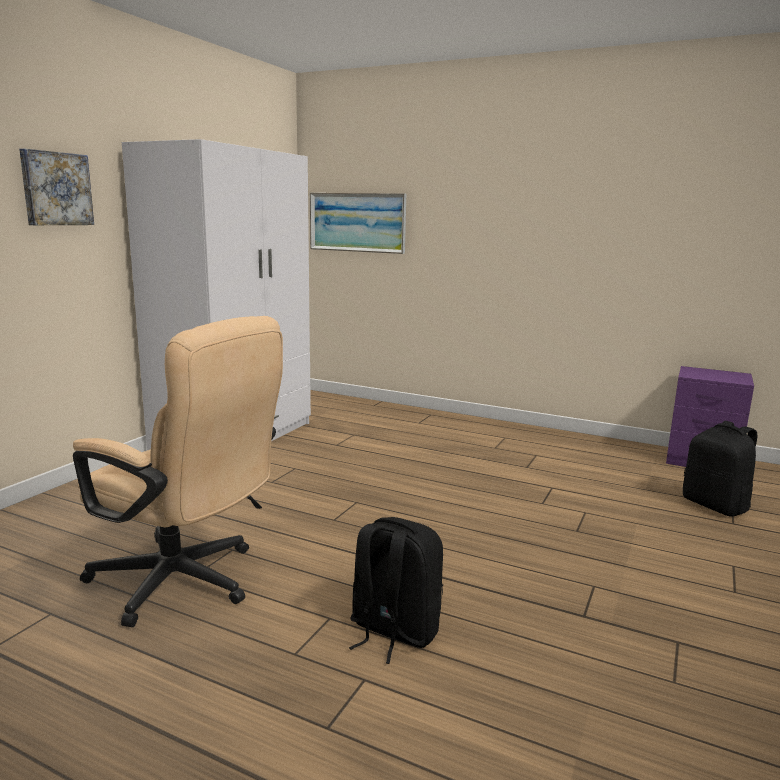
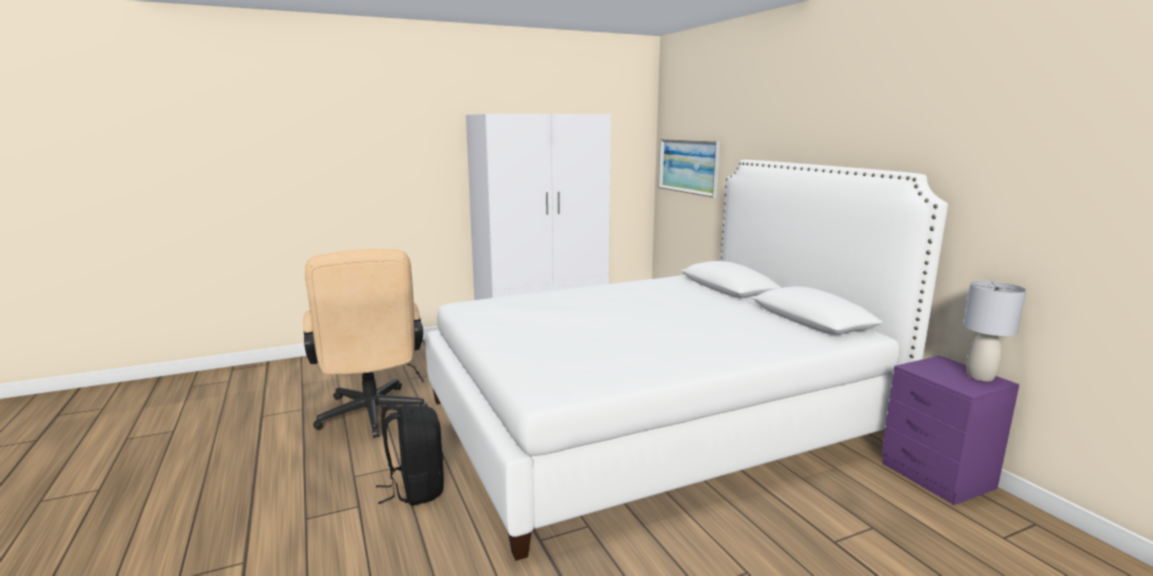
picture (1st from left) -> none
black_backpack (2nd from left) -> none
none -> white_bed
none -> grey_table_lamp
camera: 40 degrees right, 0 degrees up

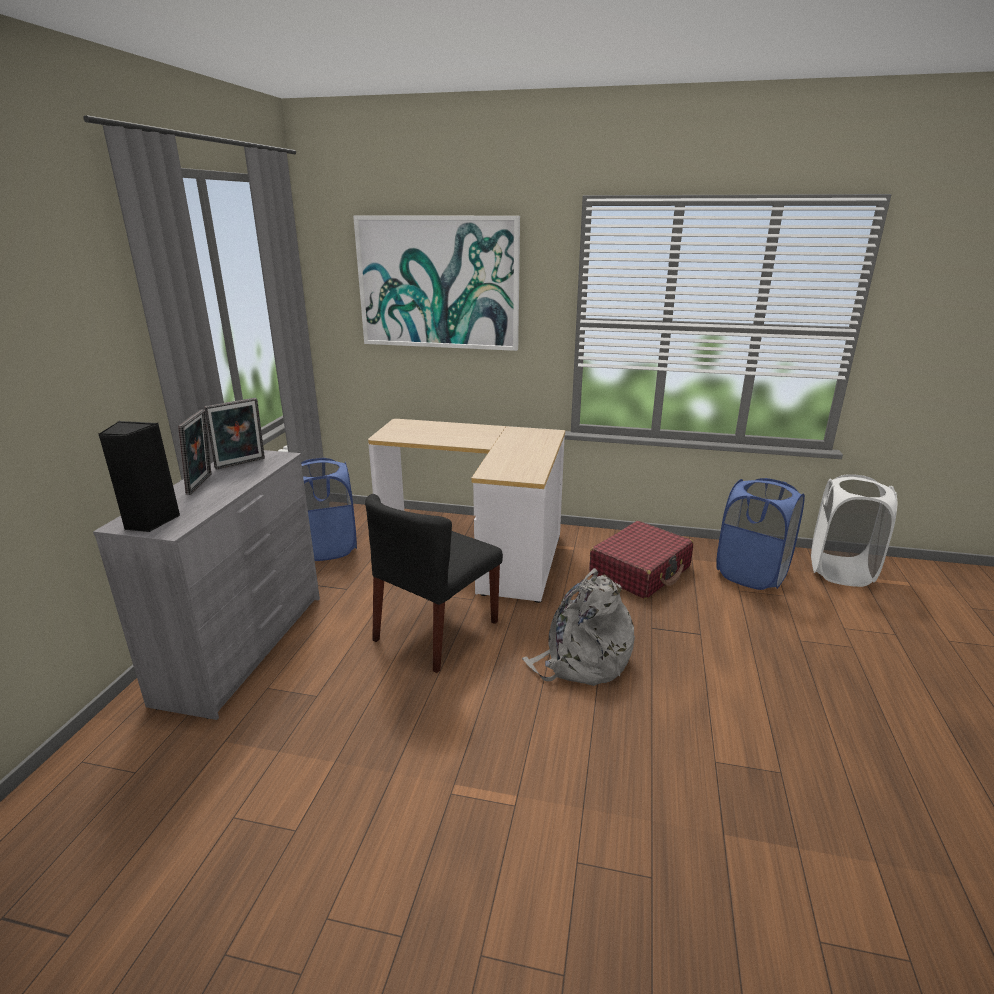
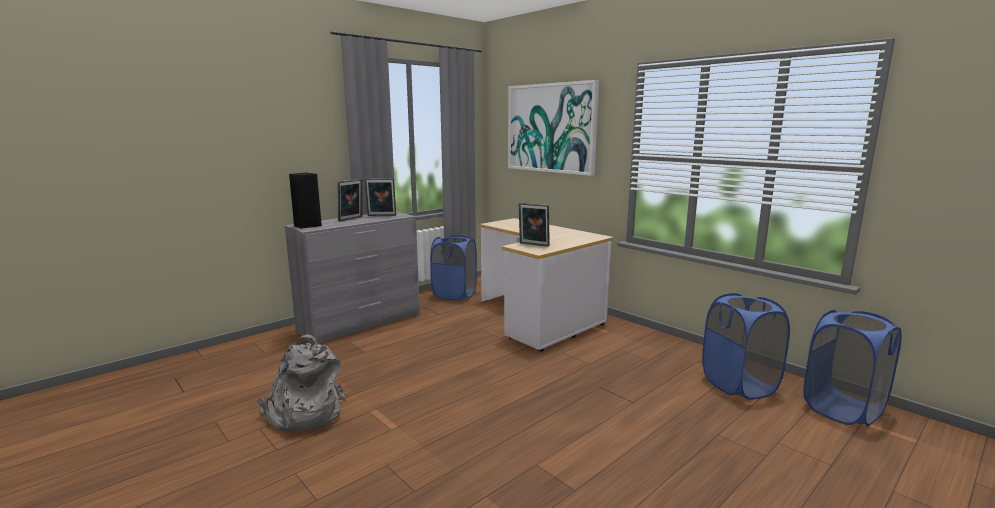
black_chair -> none
grey_backpack, move
red_suitcase -> none
white_laundry_basket -> blue_laundry_basket (3rd from left)
none -> picture_frame (3rd from left)
camera: 35 degrees right, 10 degrees down

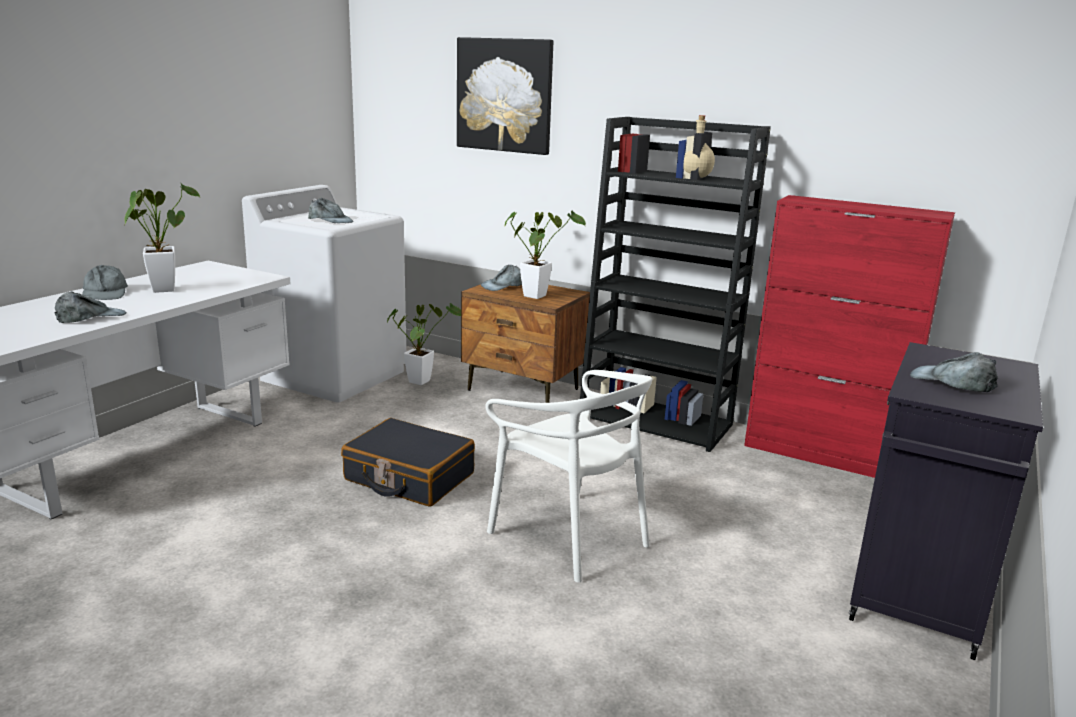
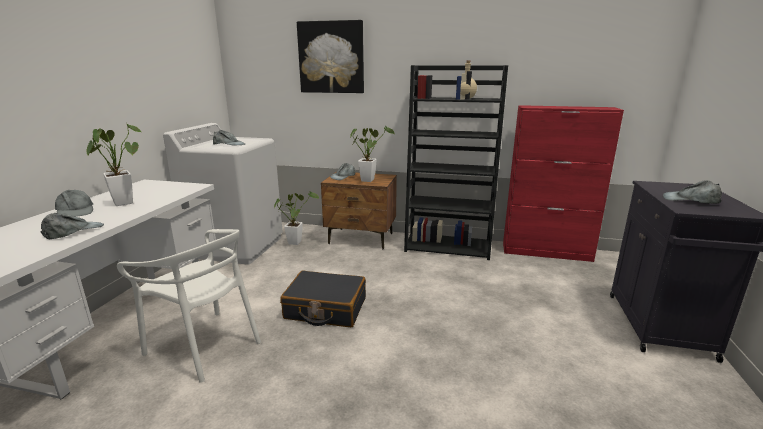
white_chair, move
camera: 15 degrees left, 0 degrees up

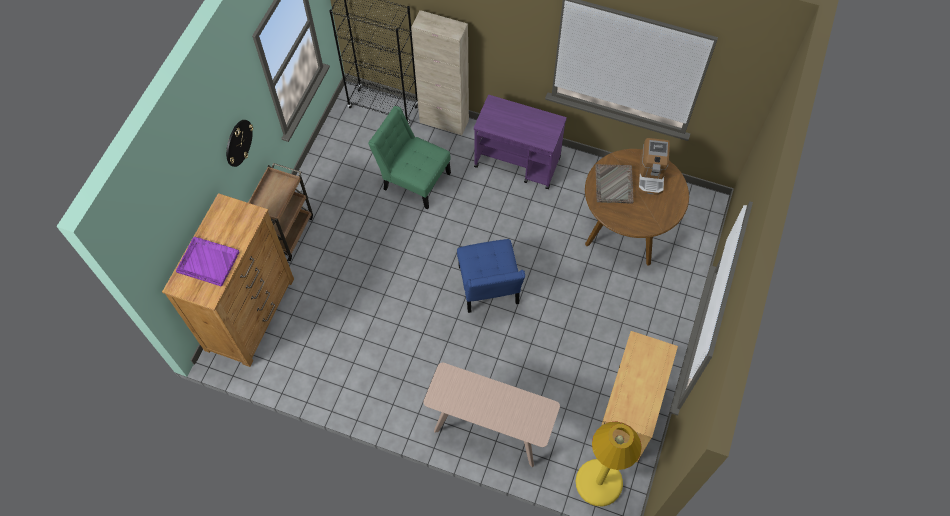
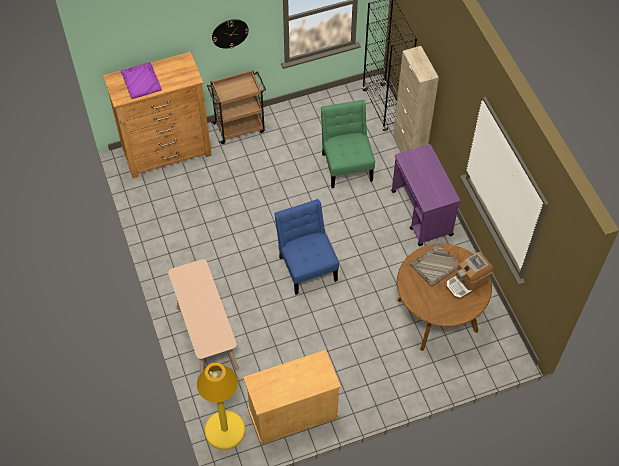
blue_chair, 120 degrees clockwise
camera: 50 degrees right, 5 degrees down

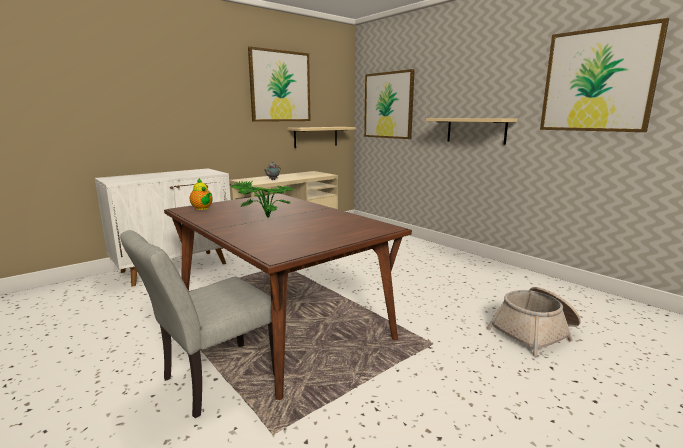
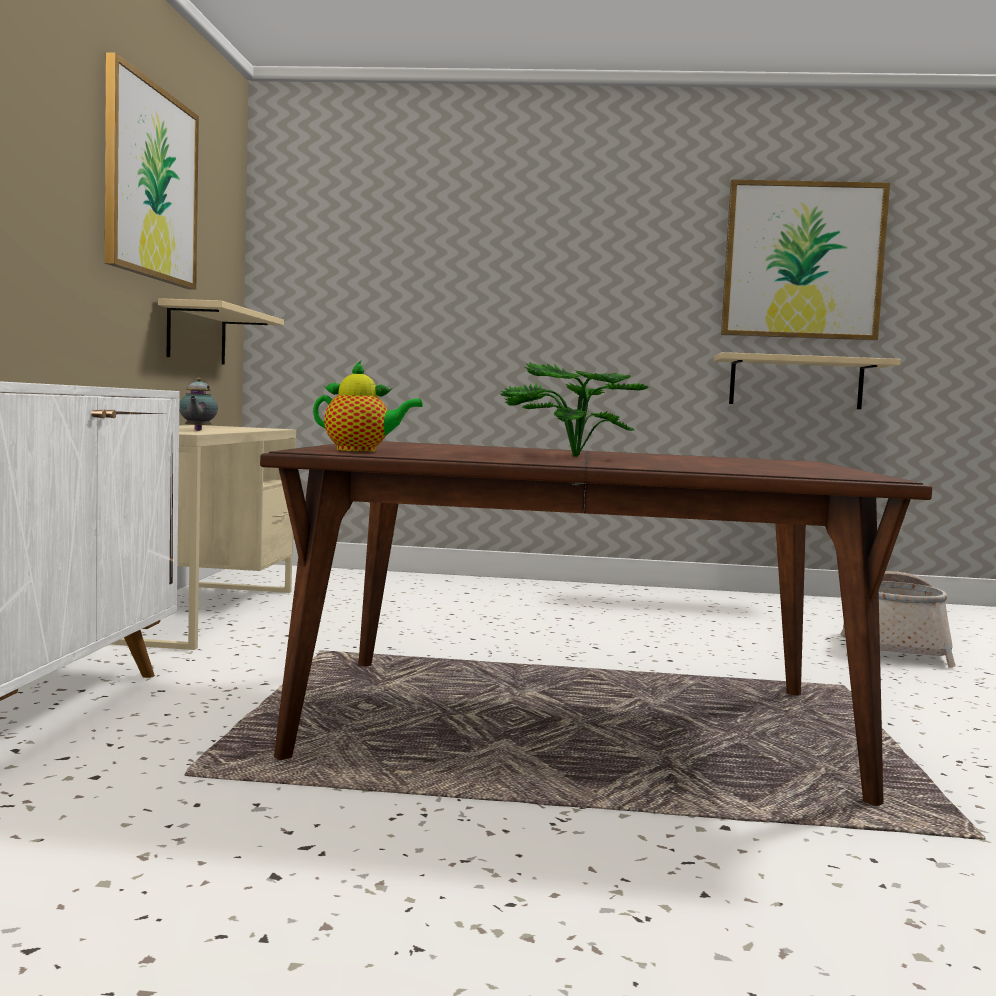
grey_chair -> none
picture (2nd from left) -> none
beige_shelf (2nd from left), move
camera: 45 degrees left, 10 degrees down

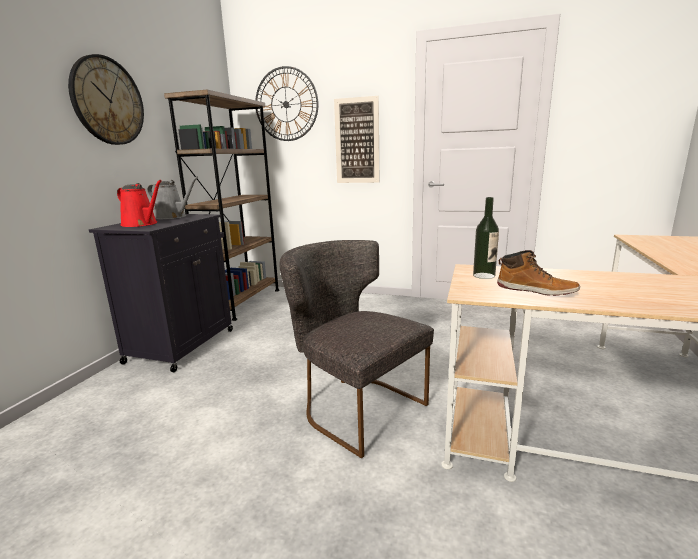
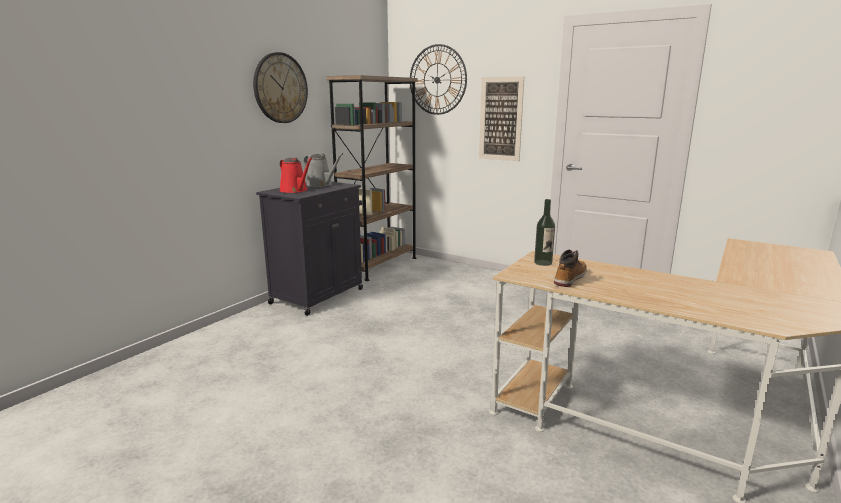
grey_chair -> none
boot, 105 degrees counterclockwise
camera: 15 degrees right, 0 degrees up

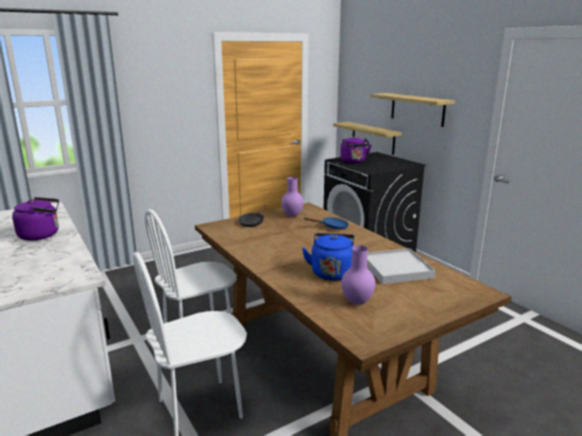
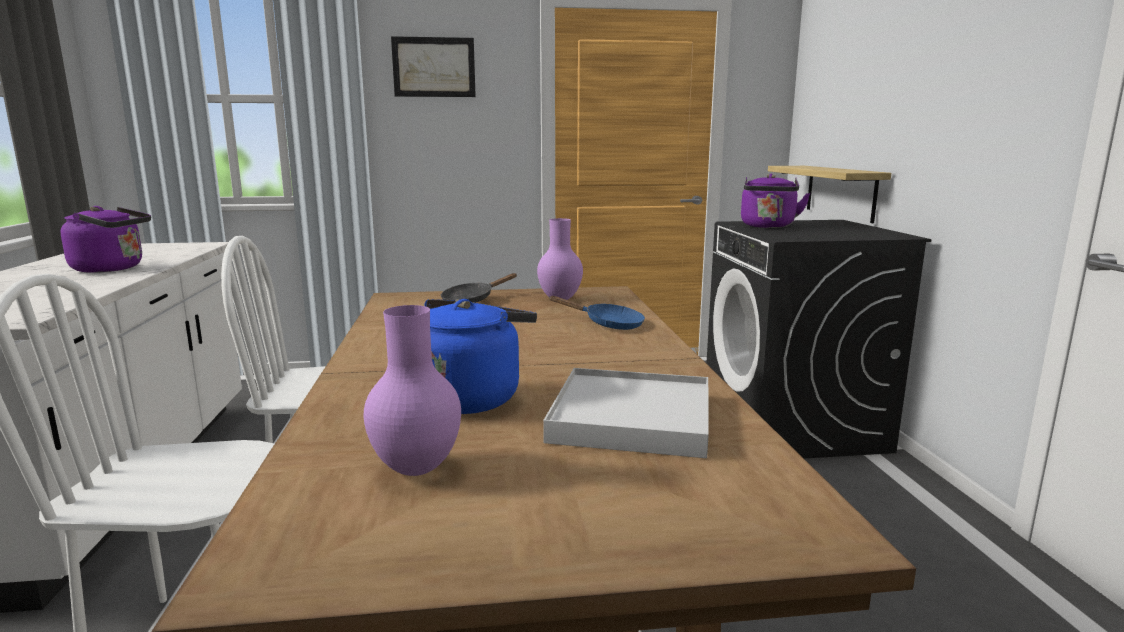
shelf (2nd from left) -> none
none -> picture
camera: 25 degrees right, 5 degrees down

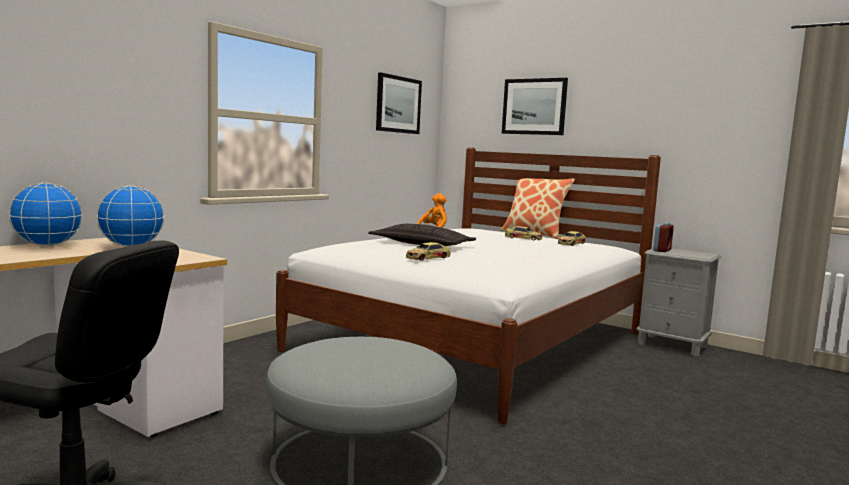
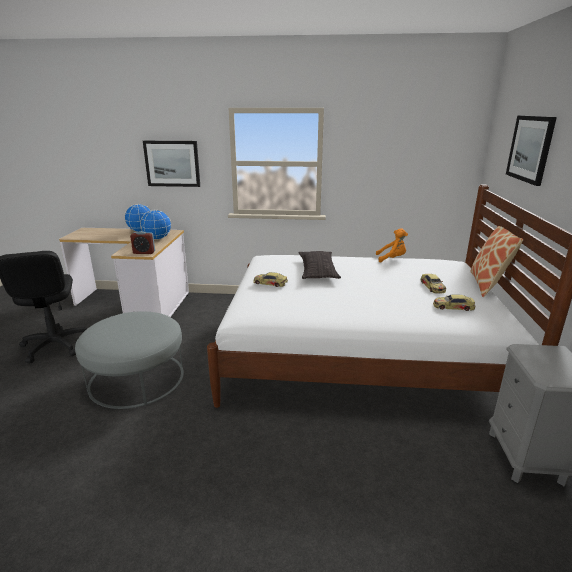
picture (1st from left), move
alarm_clock, move
camera: 60 degrees right, 15 degrees up

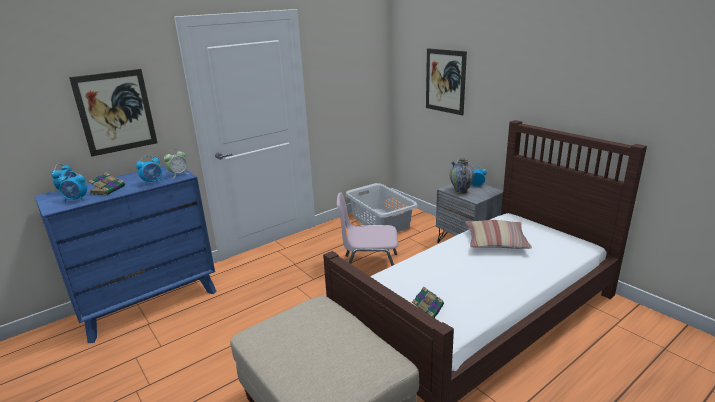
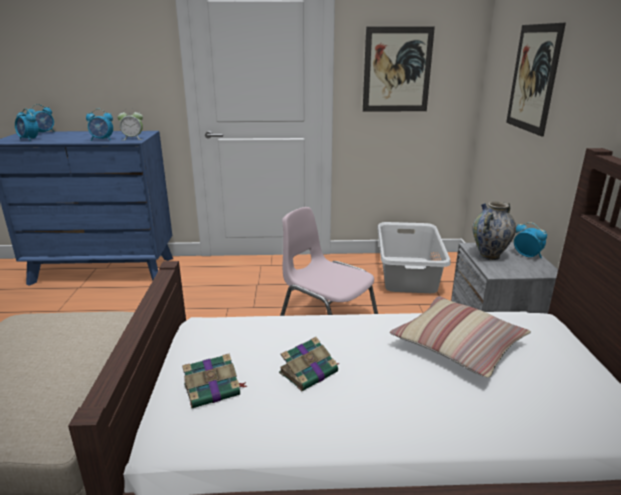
picture (1st from left), move
book (1st from left in the first image) -> book (2nd from left), move
camera: 35 degrees right, 0 degrees up

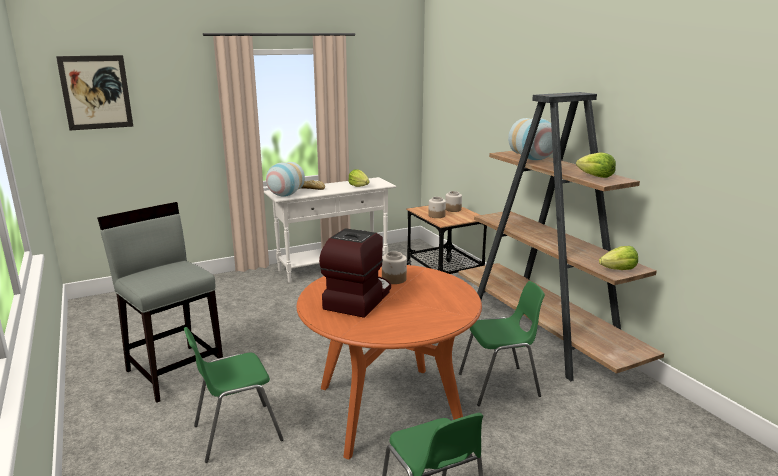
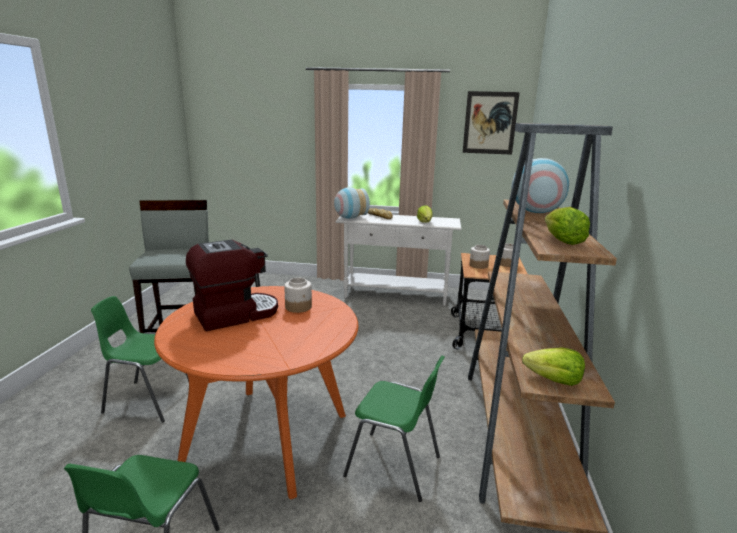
picture, move
camera: 35 degrees right, 0 degrees up

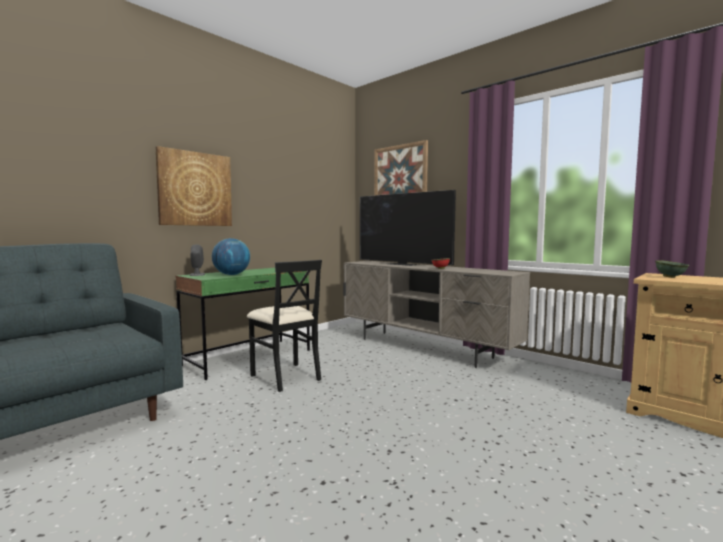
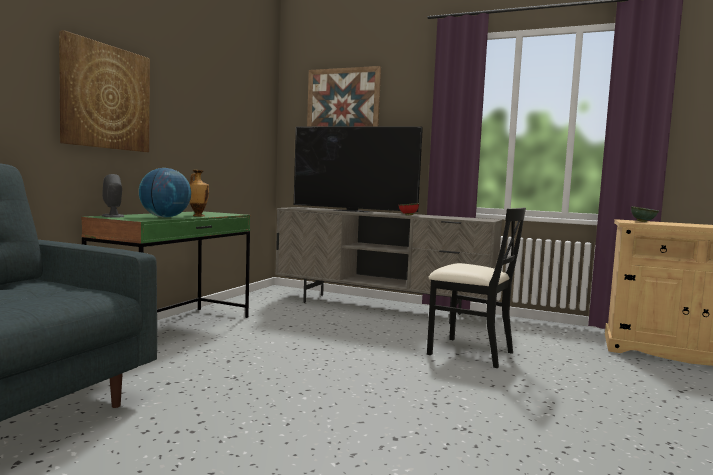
black_chair, move
none -> vase
camera: 20 degrees left, 0 degrees up

